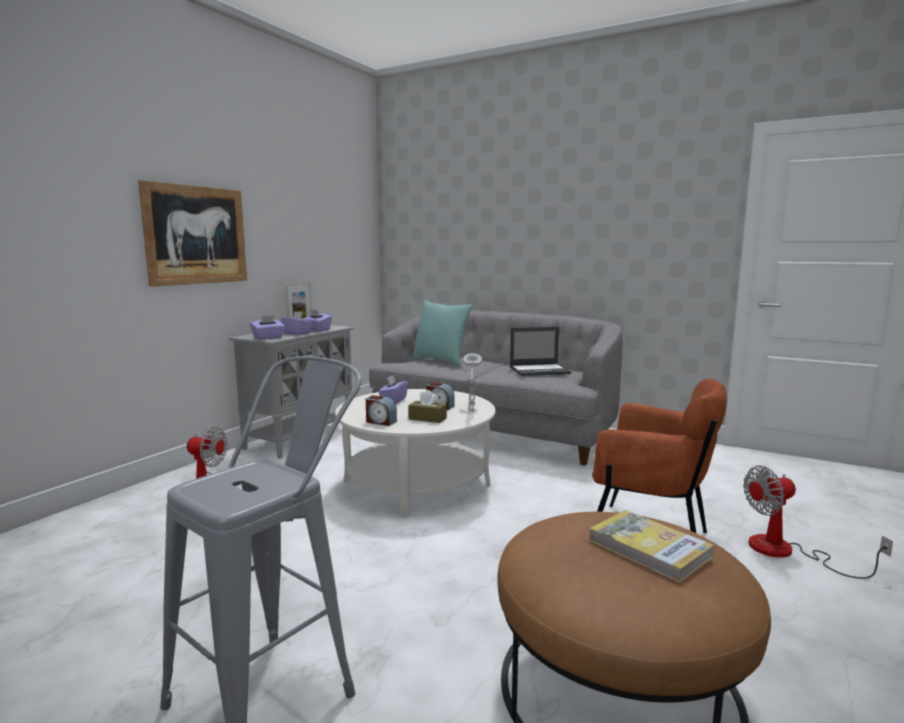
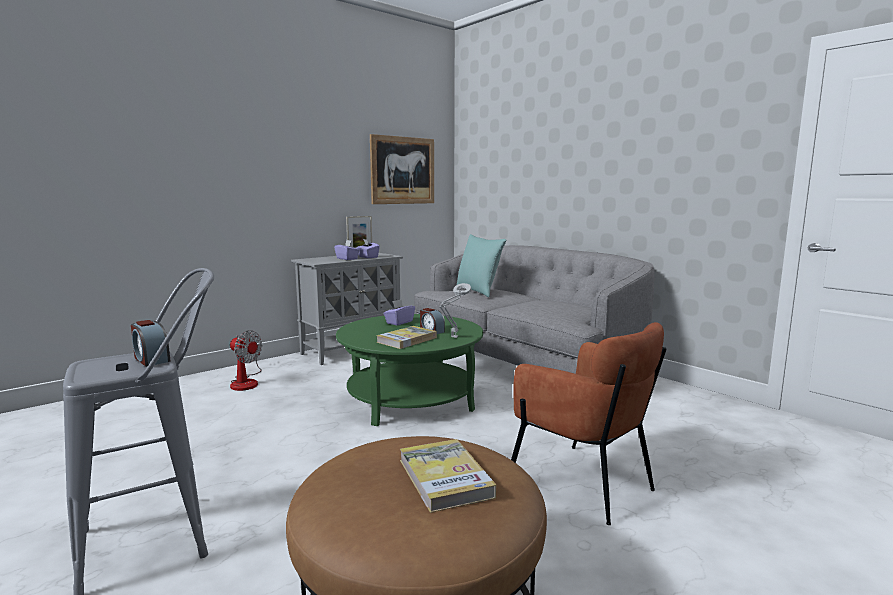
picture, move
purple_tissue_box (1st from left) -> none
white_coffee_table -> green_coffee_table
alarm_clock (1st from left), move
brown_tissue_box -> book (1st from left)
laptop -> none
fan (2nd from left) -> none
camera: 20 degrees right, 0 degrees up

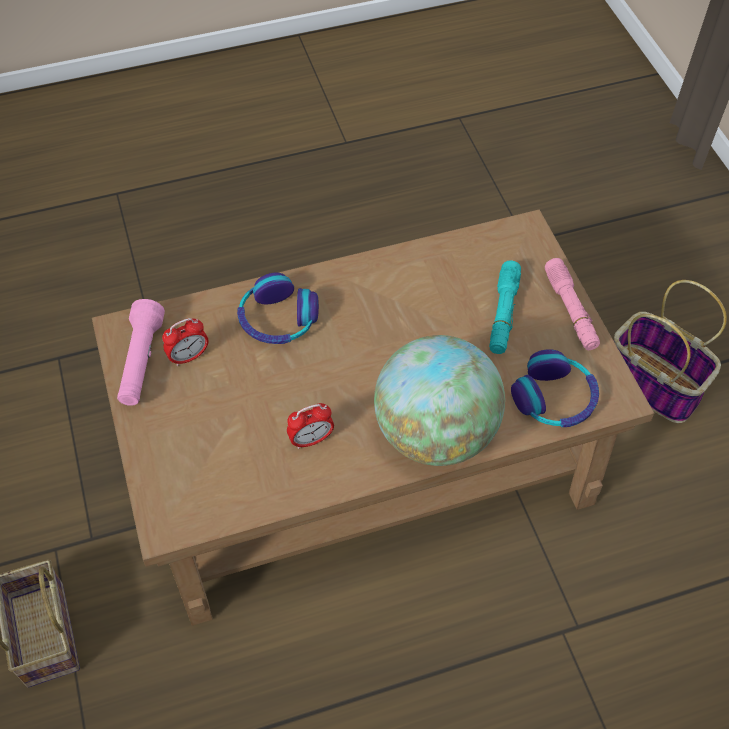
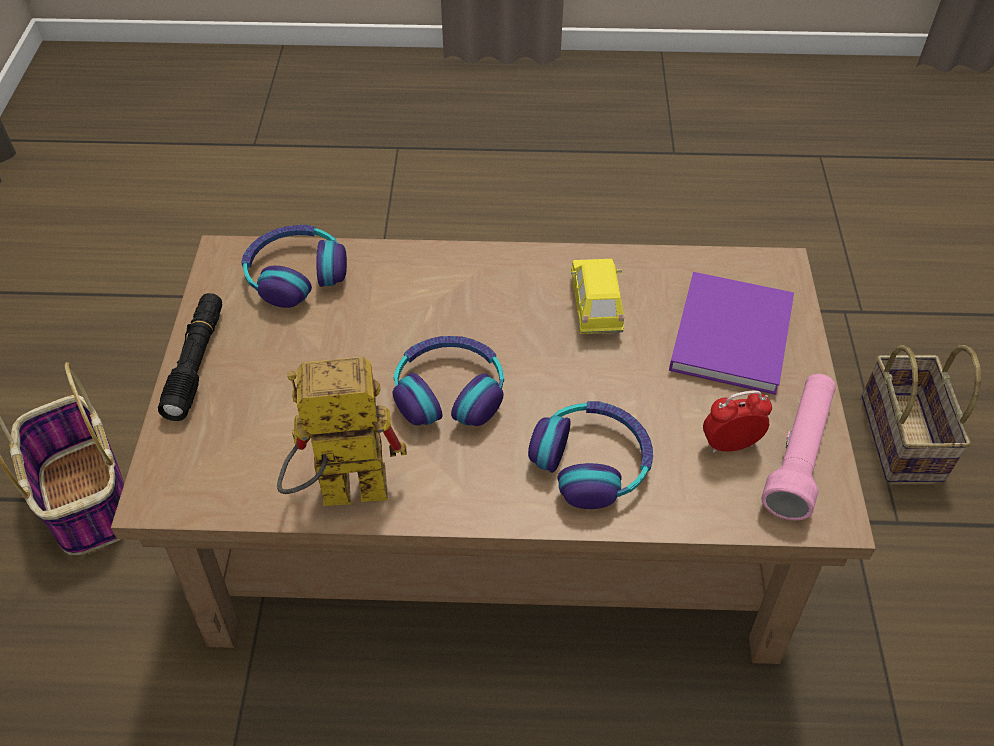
alarm_clock (2nd from left) -> yellow_toy_car
globe -> none
turquoise_flashlight -> none
pink_flashlight (2nd from left) -> black_flashlight
none -> toy_robot
none -> headphones (2nd from left)
none -> purple_book
camera: 160 degrees left, 5 degrees down

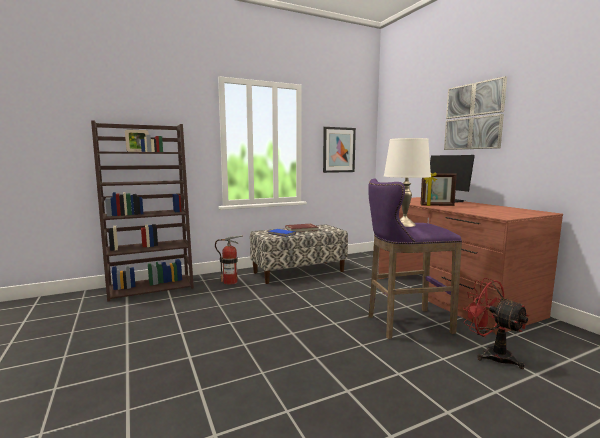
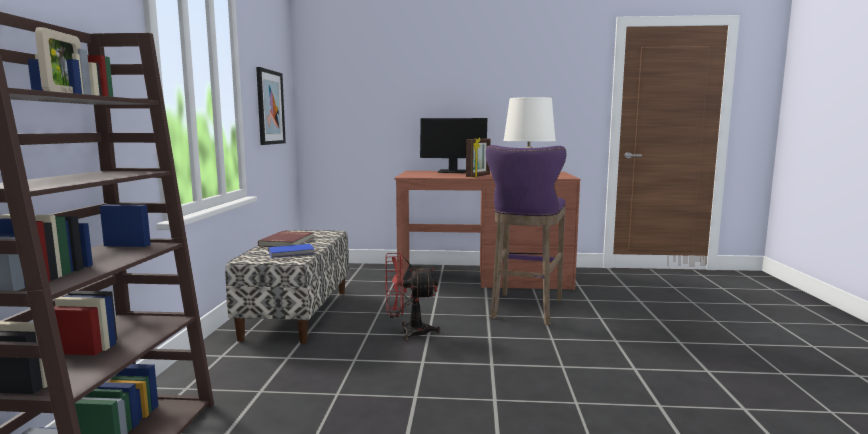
fire_extinguisher -> none
picture (2nd from left) -> none
red_fan, move
camera: 60 degrees left, 0 degrees up

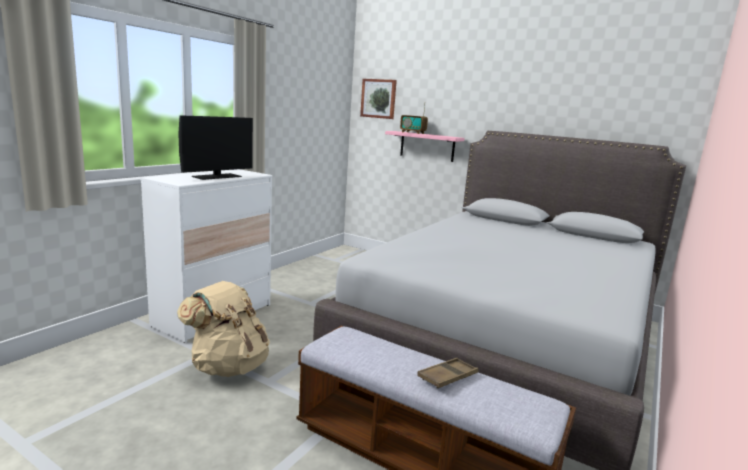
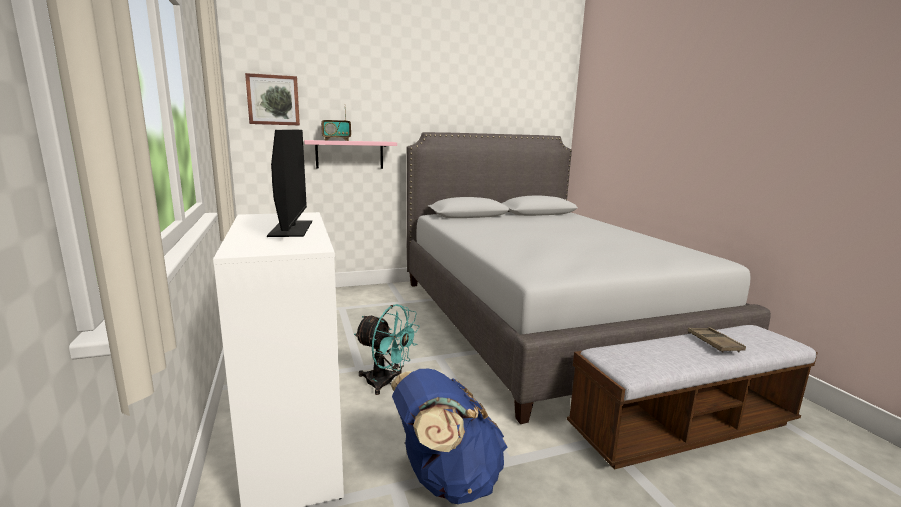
beige_backpack -> blue_backpack
none -> turquoise_fan
camera: 50 degrees left, 0 degrees up

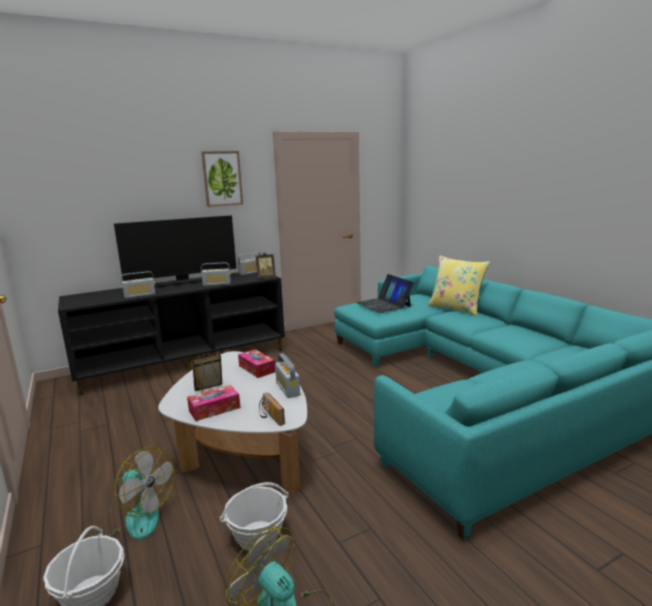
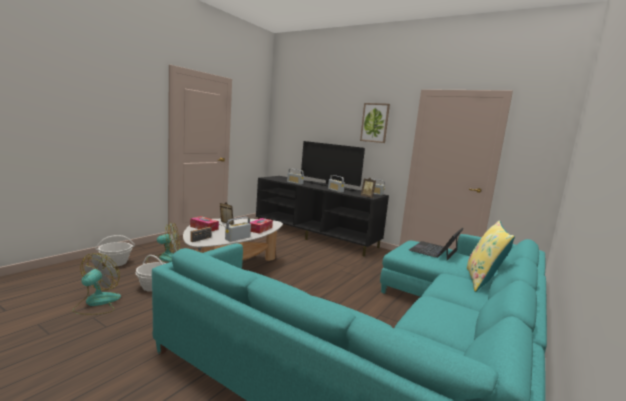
fan (1st from left in the first image) -> fan (2nd from left), 105 degrees counterclockwise
camera: 60 degrees right, 5 degrees down

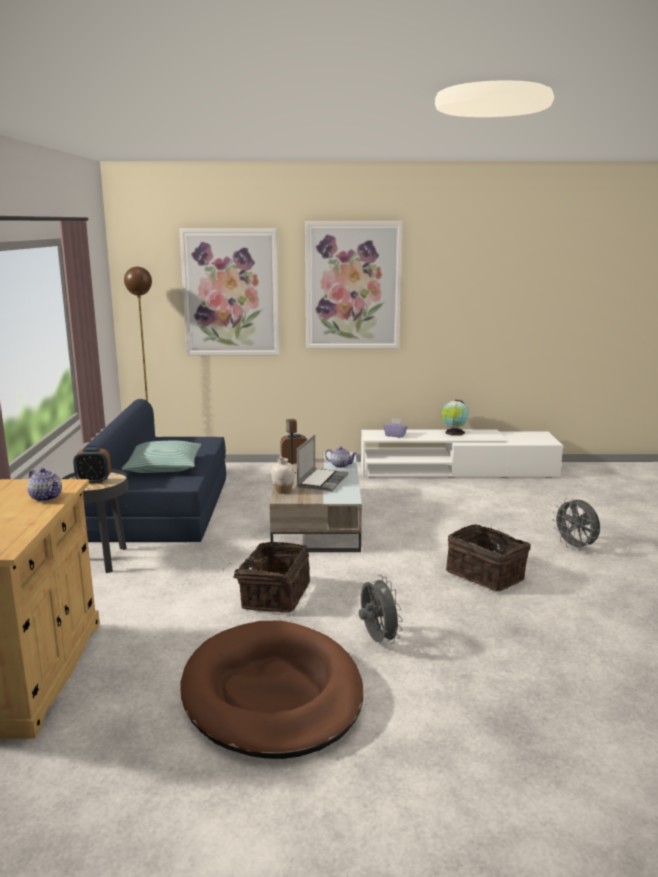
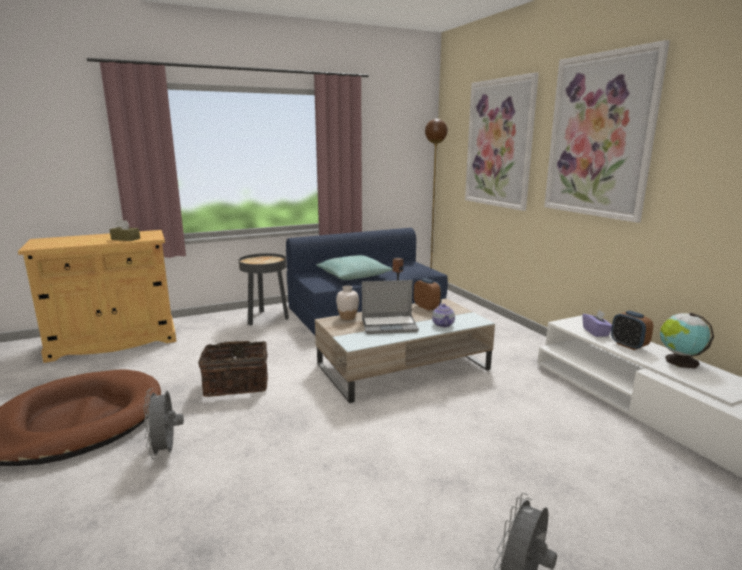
teapot (1st from left) -> brown_tissue_box
alarm_clock (1st from left in the first image) -> alarm_clock (2nd from left), move
grey_fan (1st from left), 120 degrees clockwise
basket (2nd from left) -> none
camera: 65 degrees right, 0 degrees up

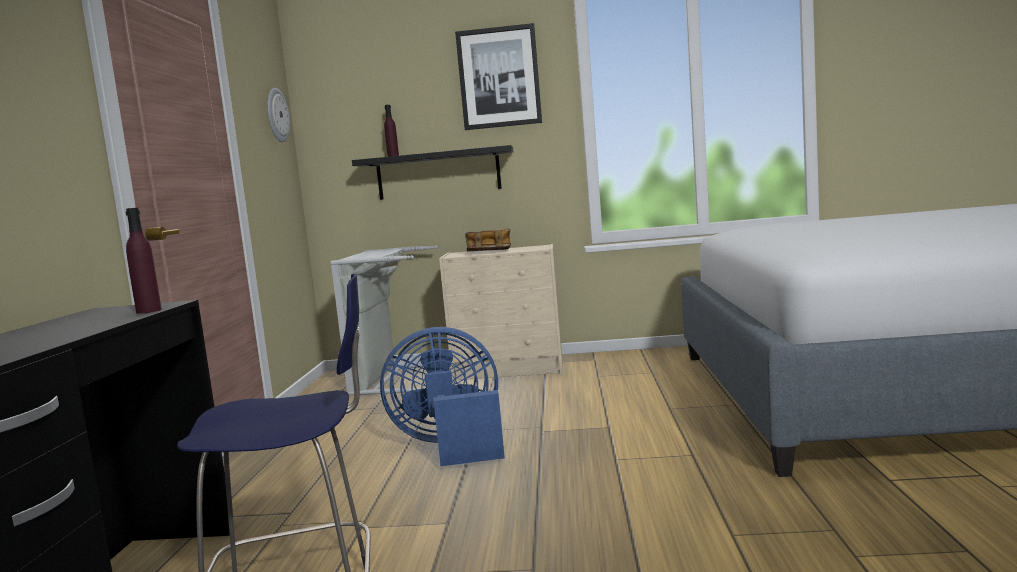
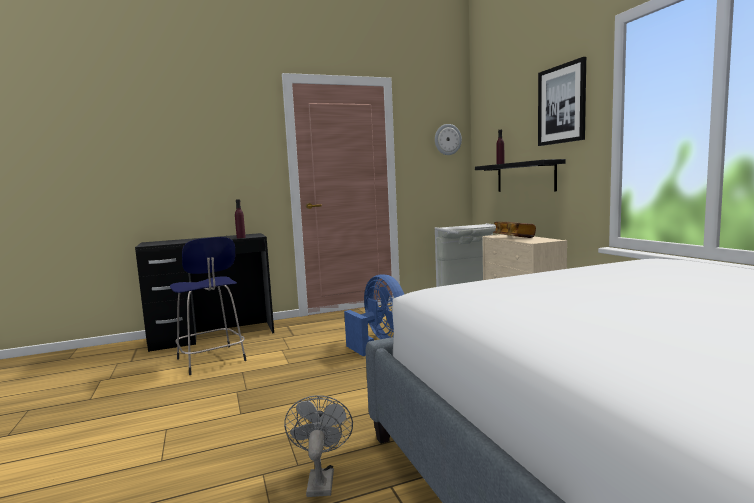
none -> grey_fan
camera: 65 degrees right, 0 degrees up

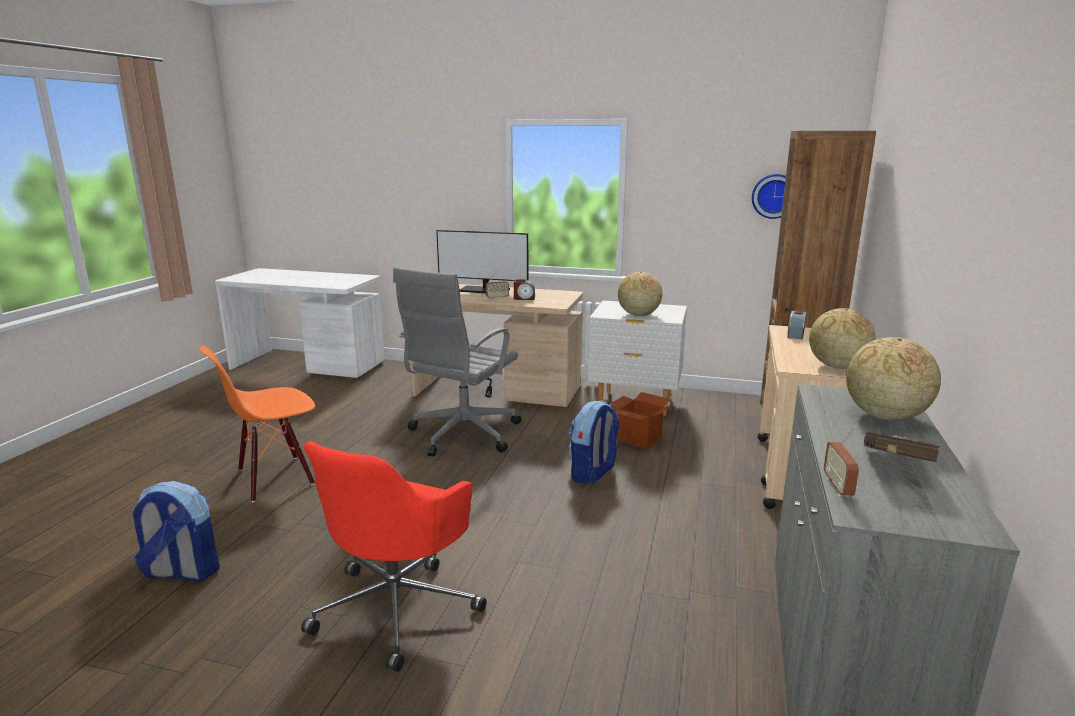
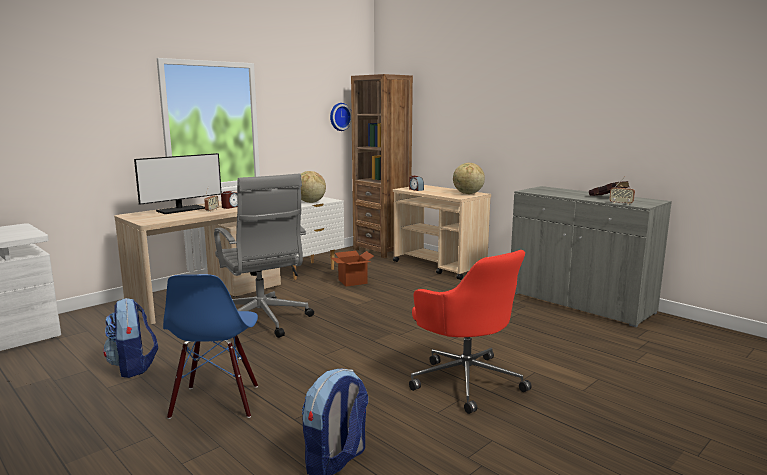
orange_chair -> blue_chair
backpack (2nd from left in the first image) -> backpack (1st from left), move
globe (3rd from left) -> none
camera: 60 degrees left, 5 degrees down

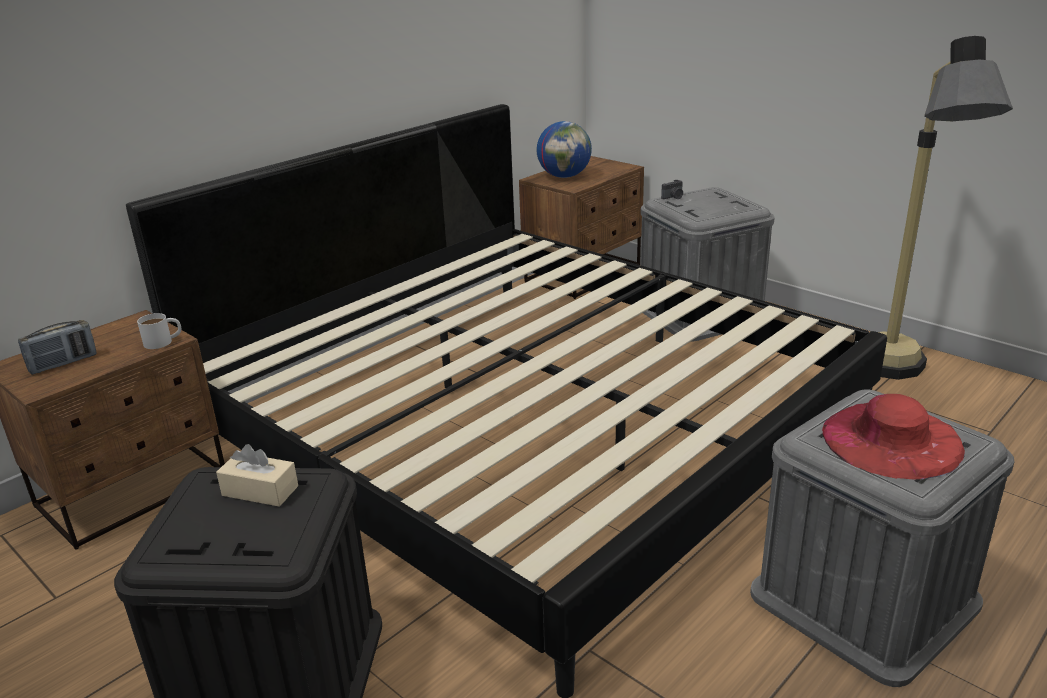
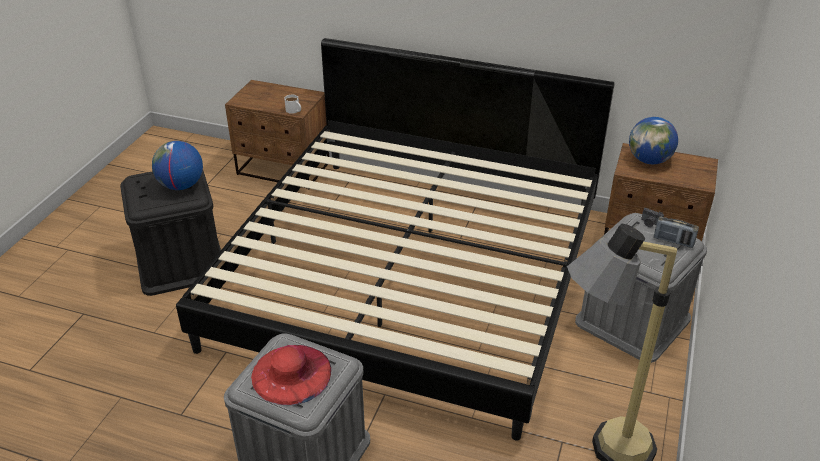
radio, move
beige_tissue_box -> globe (1st from left)
camera: 65 degrees right, 10 degrees up

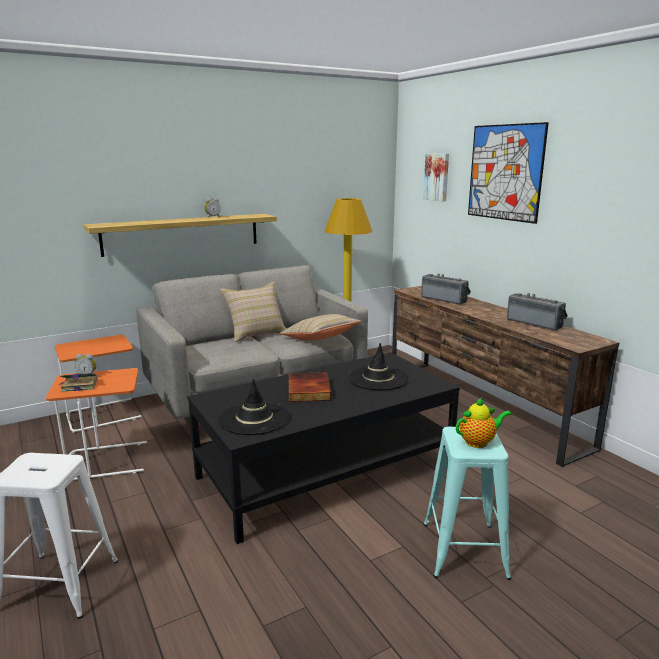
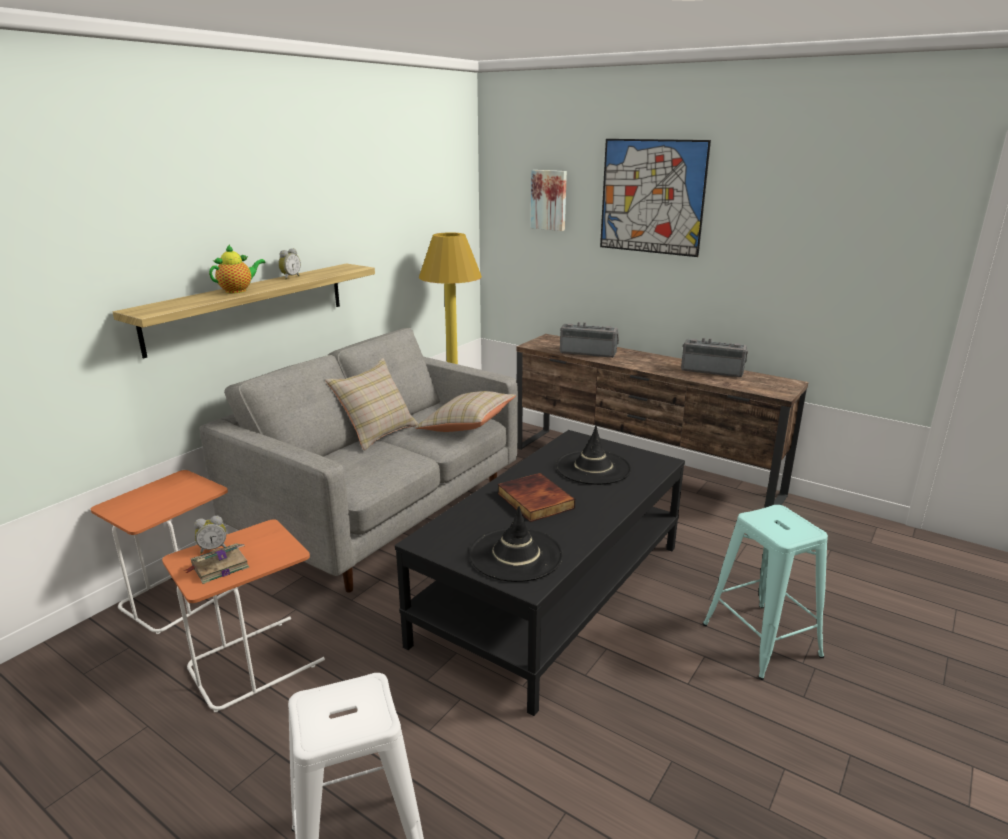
teapot, move
camera: 25 degrees left, 5 degrees up

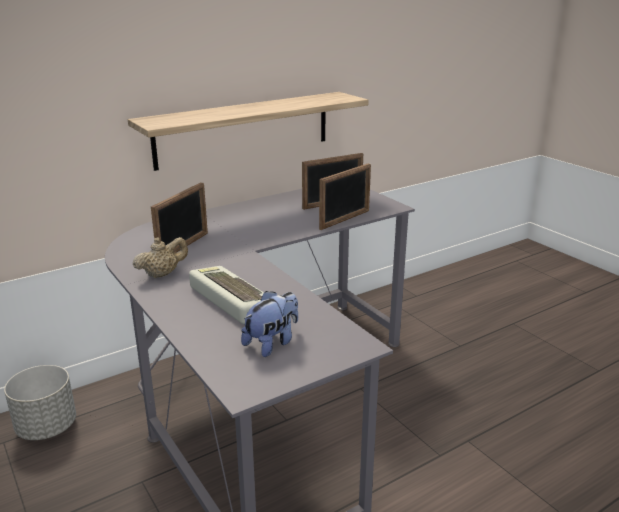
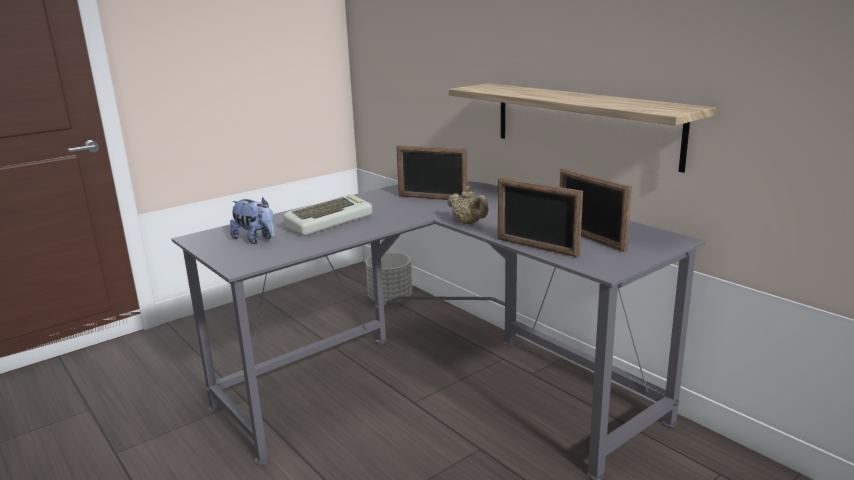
beige_teapot, move
camera: 85 degrees right, 5 degrees down

